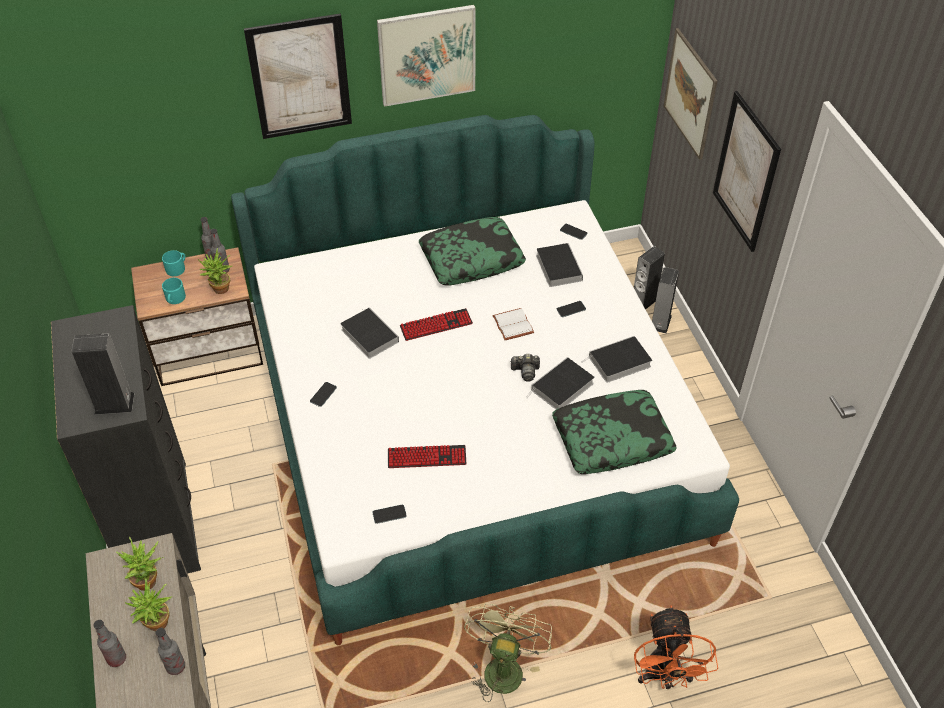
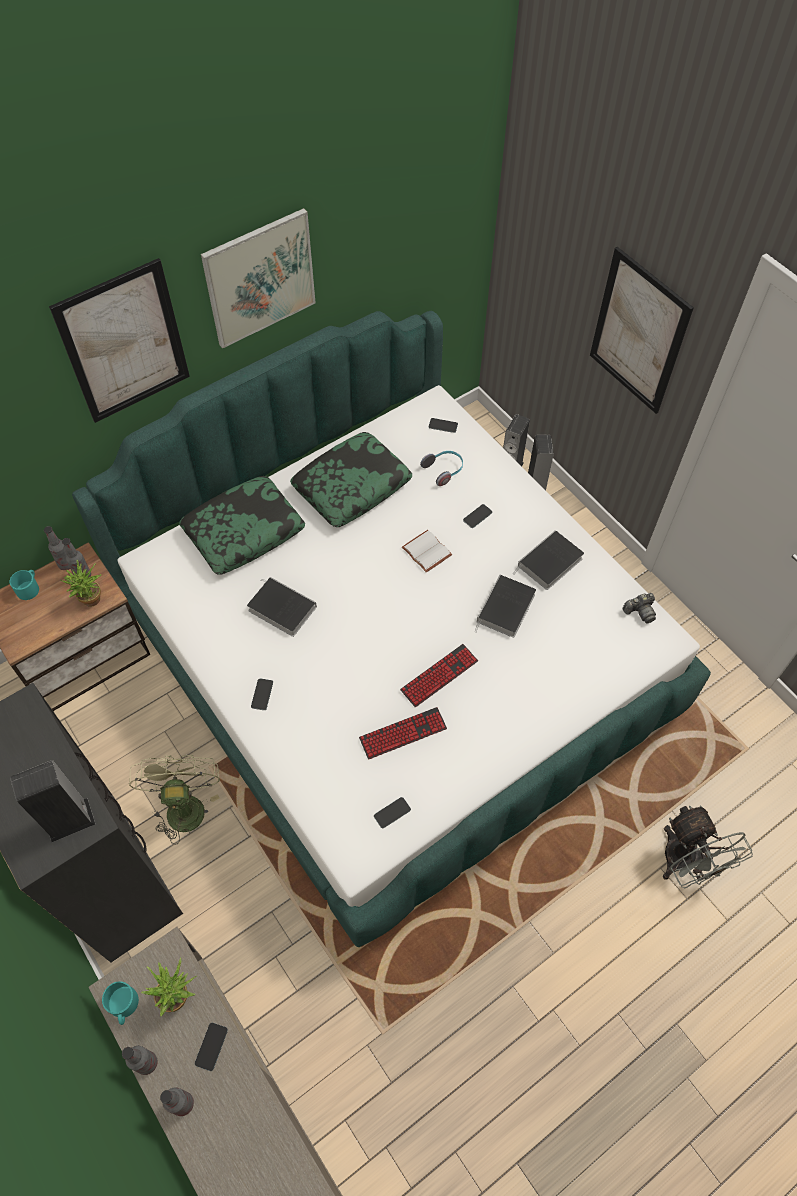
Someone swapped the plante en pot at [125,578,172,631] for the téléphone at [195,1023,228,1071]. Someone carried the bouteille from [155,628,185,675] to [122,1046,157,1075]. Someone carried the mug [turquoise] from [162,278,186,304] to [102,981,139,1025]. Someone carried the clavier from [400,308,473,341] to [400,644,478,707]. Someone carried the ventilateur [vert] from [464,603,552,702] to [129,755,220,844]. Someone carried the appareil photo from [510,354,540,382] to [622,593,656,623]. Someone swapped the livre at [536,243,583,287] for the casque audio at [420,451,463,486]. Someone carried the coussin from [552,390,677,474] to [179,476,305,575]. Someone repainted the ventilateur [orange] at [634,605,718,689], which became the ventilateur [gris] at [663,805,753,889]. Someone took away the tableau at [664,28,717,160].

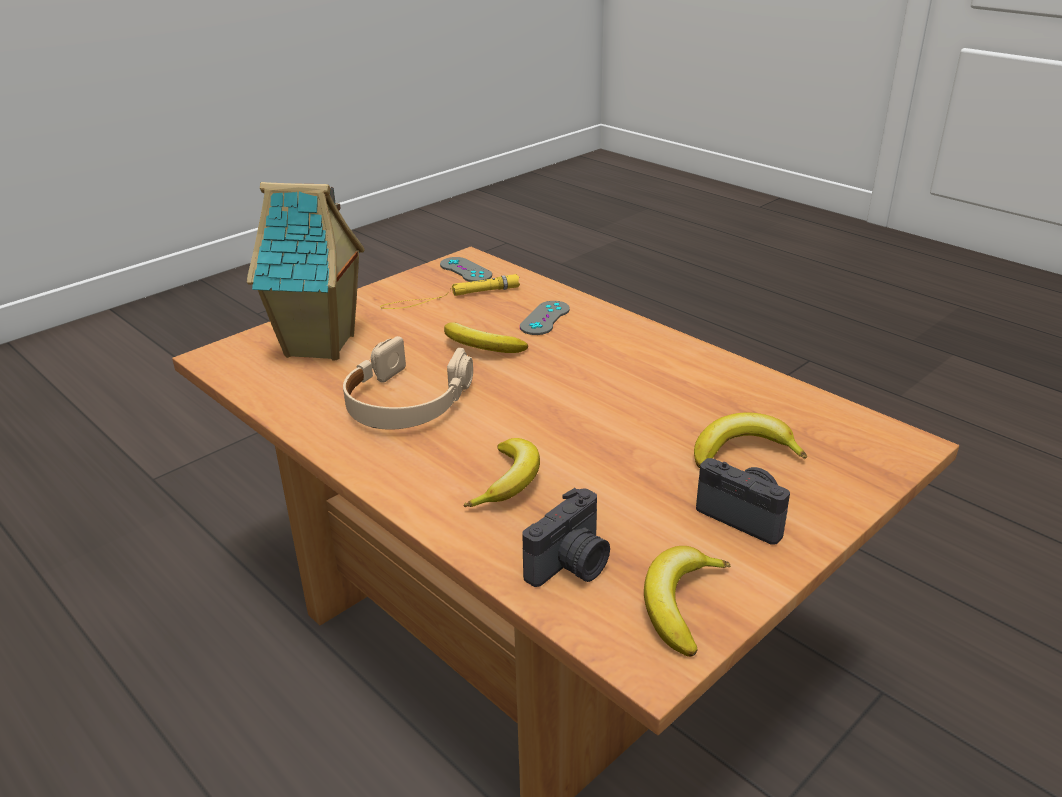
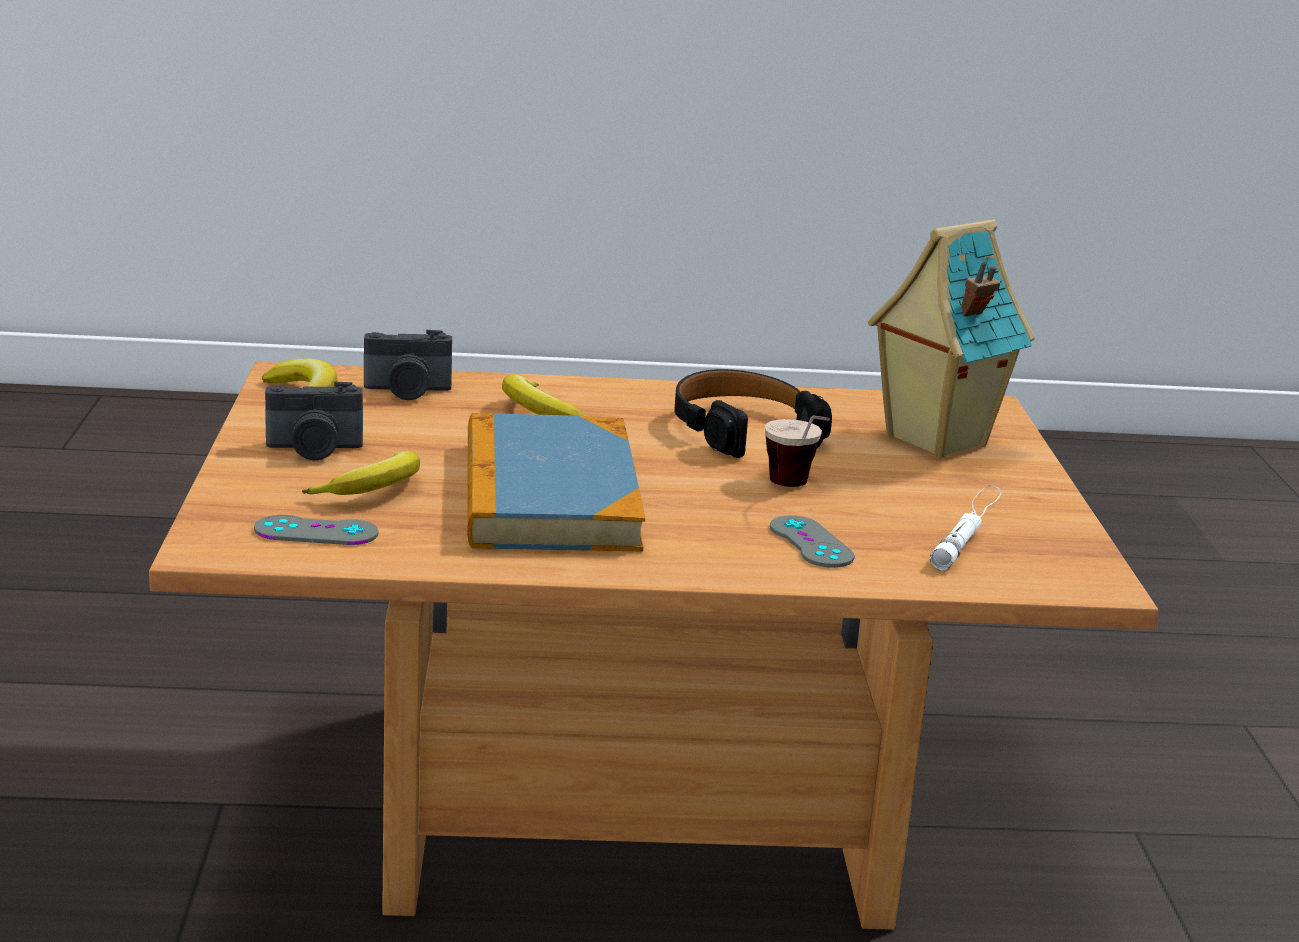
Someone repainted the casque audio [beige] at [343,336,473,430], which became the casque audio [noir] at [674,369,832,458]. Someone repainted the lampe de poche [jaune] at [380,274,520,309], which became the lampe de poche [blanc] at [930,485,1001,570]. Someone carried the manette [gris] from [440,257,492,282] to [254,515,378,545]. Someone swapped the banane at [444,322,528,353] for the tasse at [765,415,830,487]. Someone rotated the appareil photo at [522,488,610,587] by 90 degrees counterclockwise. Someone put down the livre at [467,413,645,551].

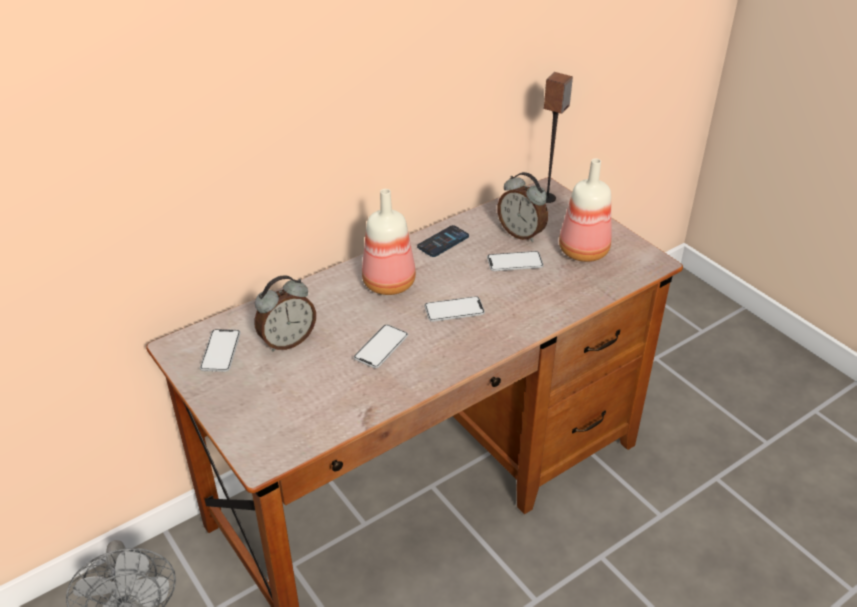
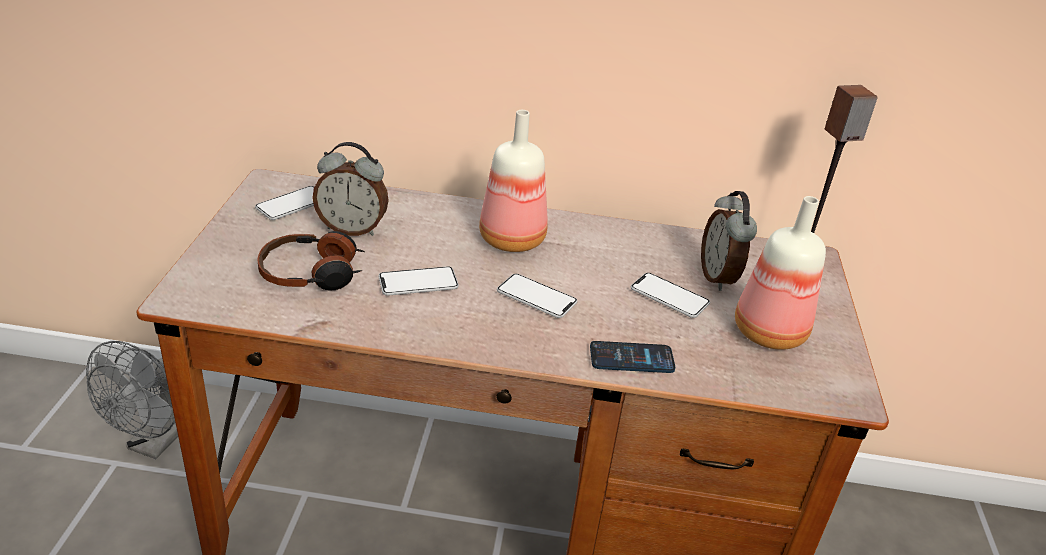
Someone carried the téléphone from [417,225,469,257] to [590,341,675,373]. Someone put down the casque audio at [257,231,365,291].

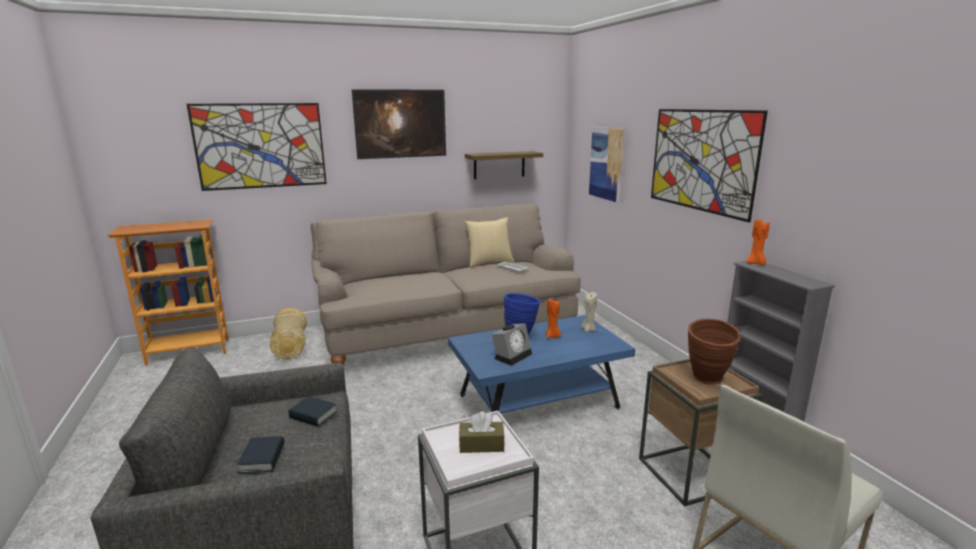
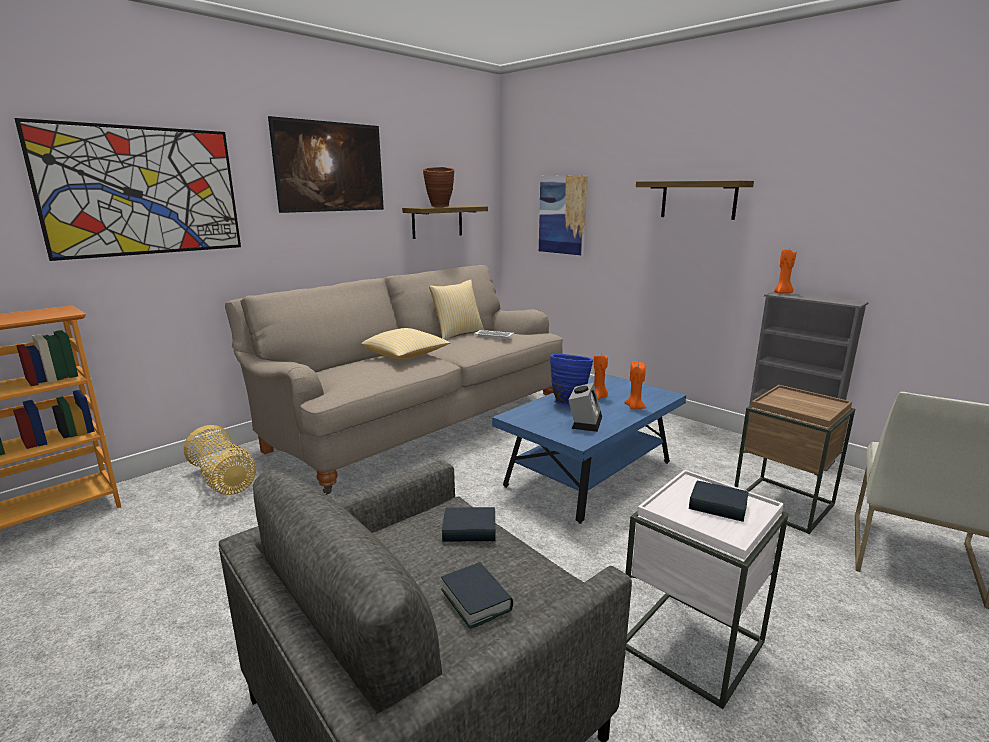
Someone swapped the boîte à mouchoirs [marron] at [459,412,505,453] for the livre at [689,481,748,522]. Someone took away the bougie [beige] at [581,292,597,332]. Someone swapped the tableau at [651,109,768,222] for the étagère at [636,181,754,220]. Someone carried the vase [marron] from [688,319,741,385] to [423,167,454,207]. Someone put down the coussin at [361,328,450,359]. Someone put down the bougie [orange] at [624,361,646,410].

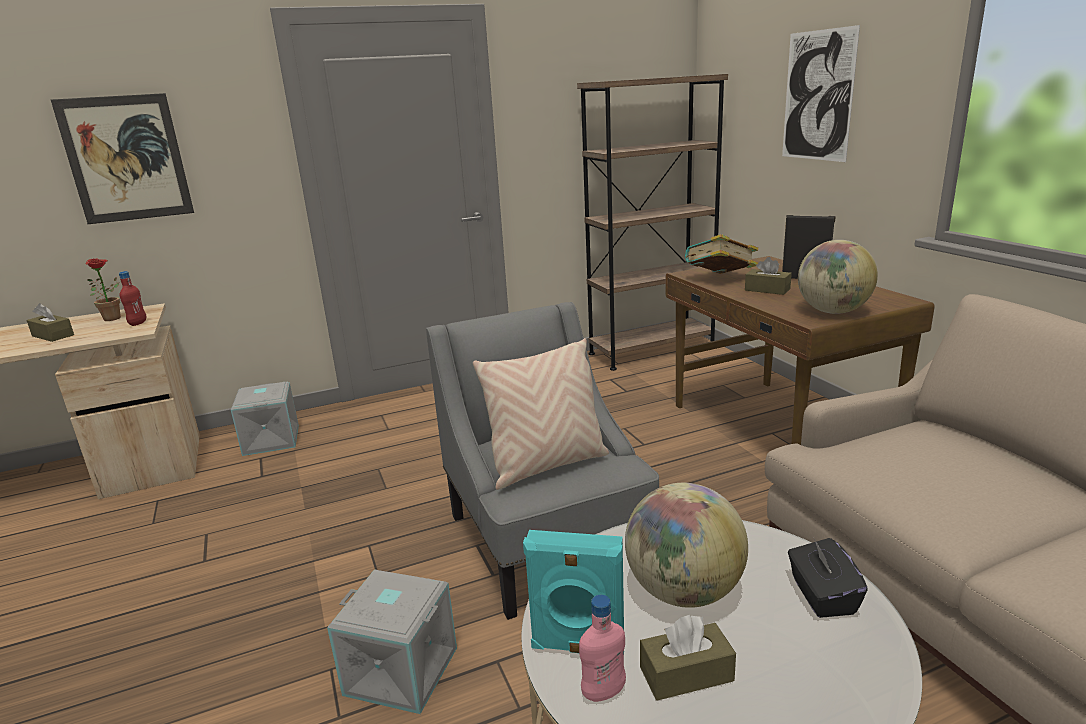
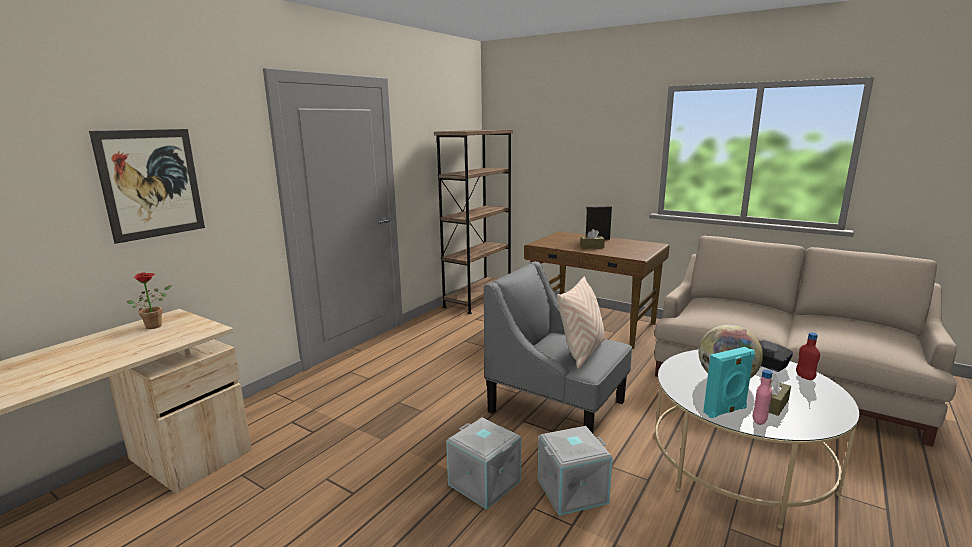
Someone took away the boîte à mouchoirs [marron] at [26,303,74,342]. Someone carried the bouteille [rouge] from [119,271,147,326] to [796,332,820,380]. Someone carried the boîte de rangement [gris] from [231,382,299,456] to [446,418,521,510]. Someone took away the livre at [685,234,758,274]. Someone took away the tableau at [782,25,860,162]. Someone took away the globe at [798,240,878,314].

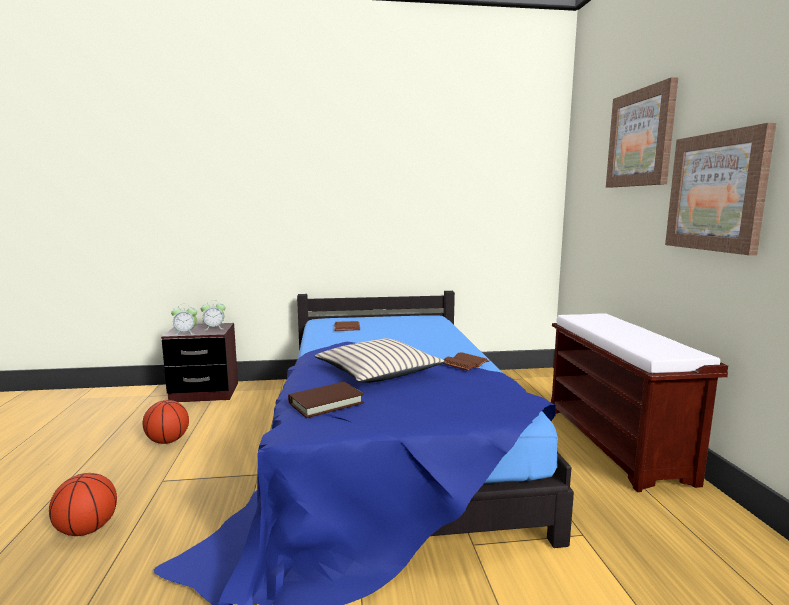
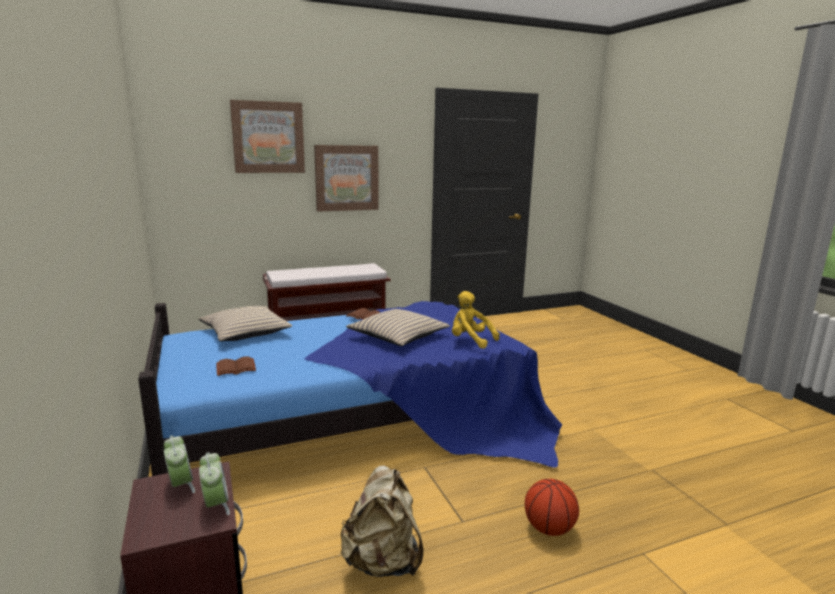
Someone swapped the ballon de basket at [143,400,189,444] for the sac à dos [beige] at [340,465,424,577]. Someone swapped the livre [marron] at [288,382,364,418] for the peluche [jaune] at [452,291,500,349]. Someone put down the coussin [beige] at [199,306,292,341].

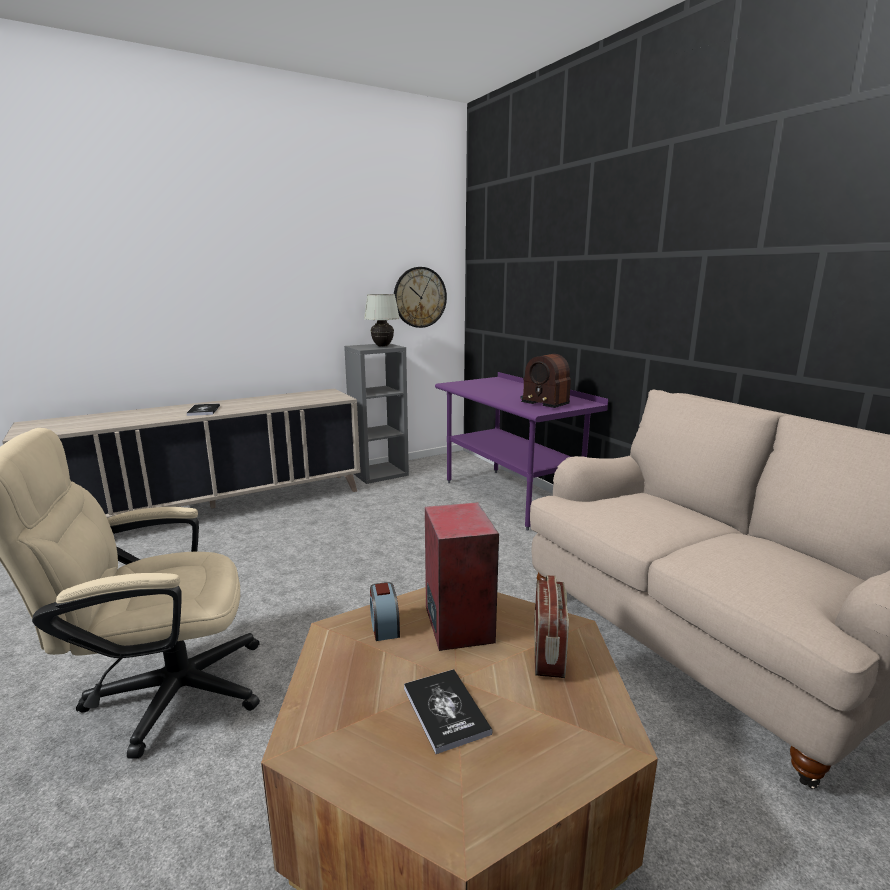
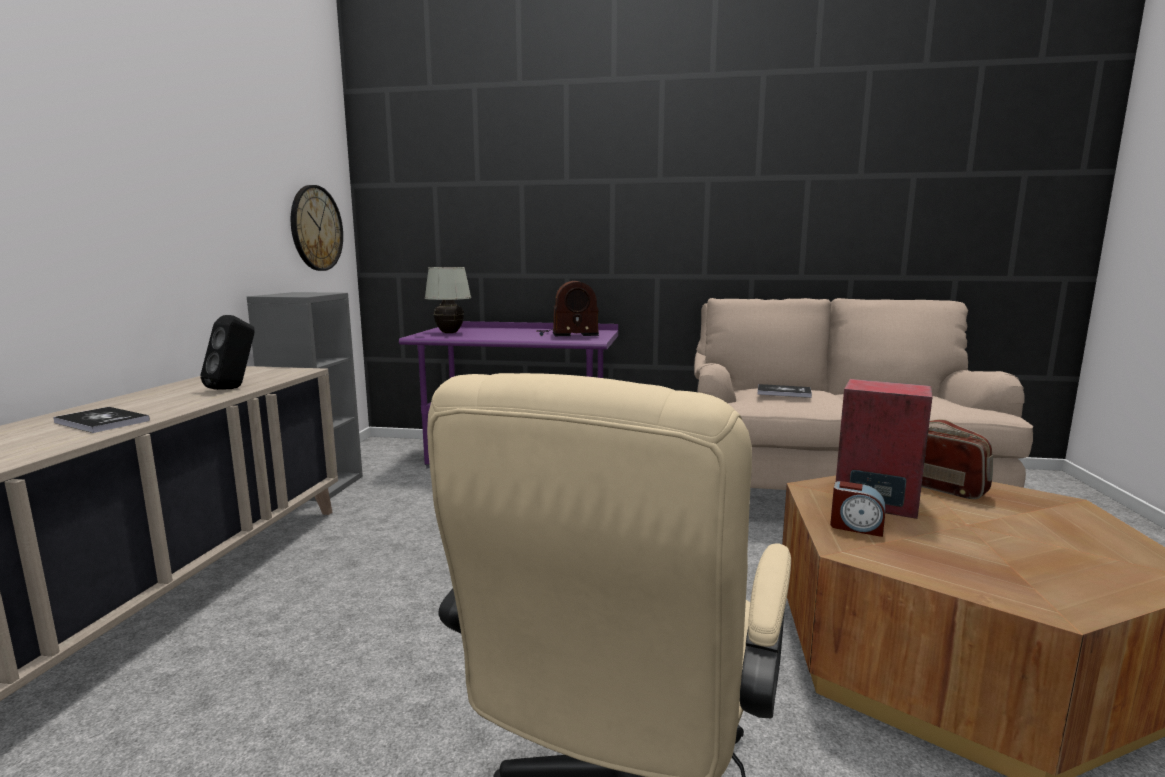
Someone carried the lampe de table [blanc] from [364,294,400,347] to [425,267,471,333]. Someone carried the livre from [404,669,493,754] to [757,384,812,398]. Someone put down the enceinte [noir] at [200,315,255,390].

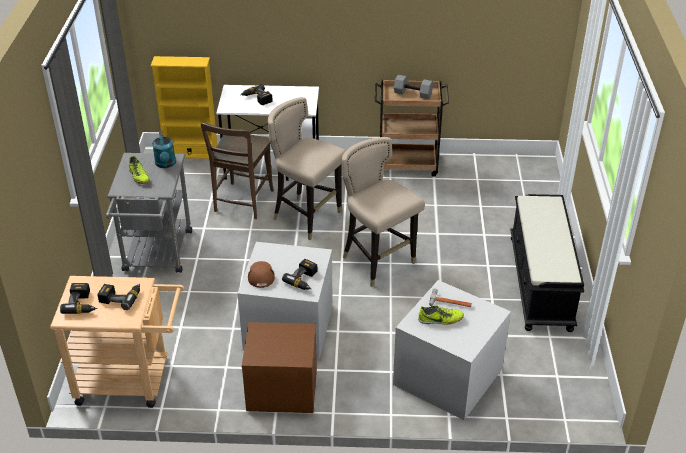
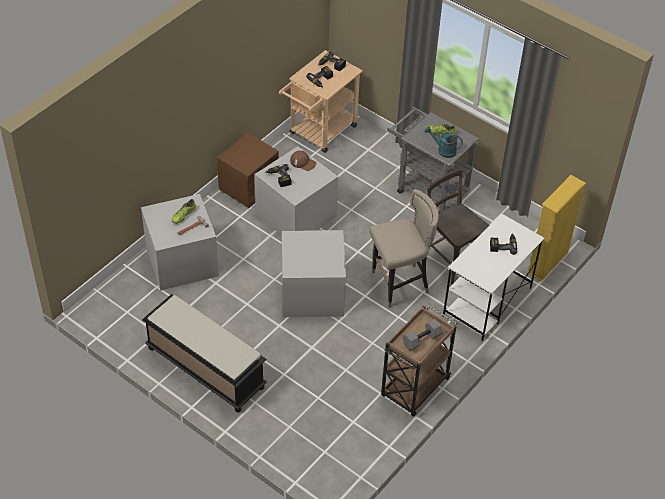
Someone swapped the tabouret [beige] at [342,137,425,287] for the boîte de rangement [gris] at [282,230,346,317].

